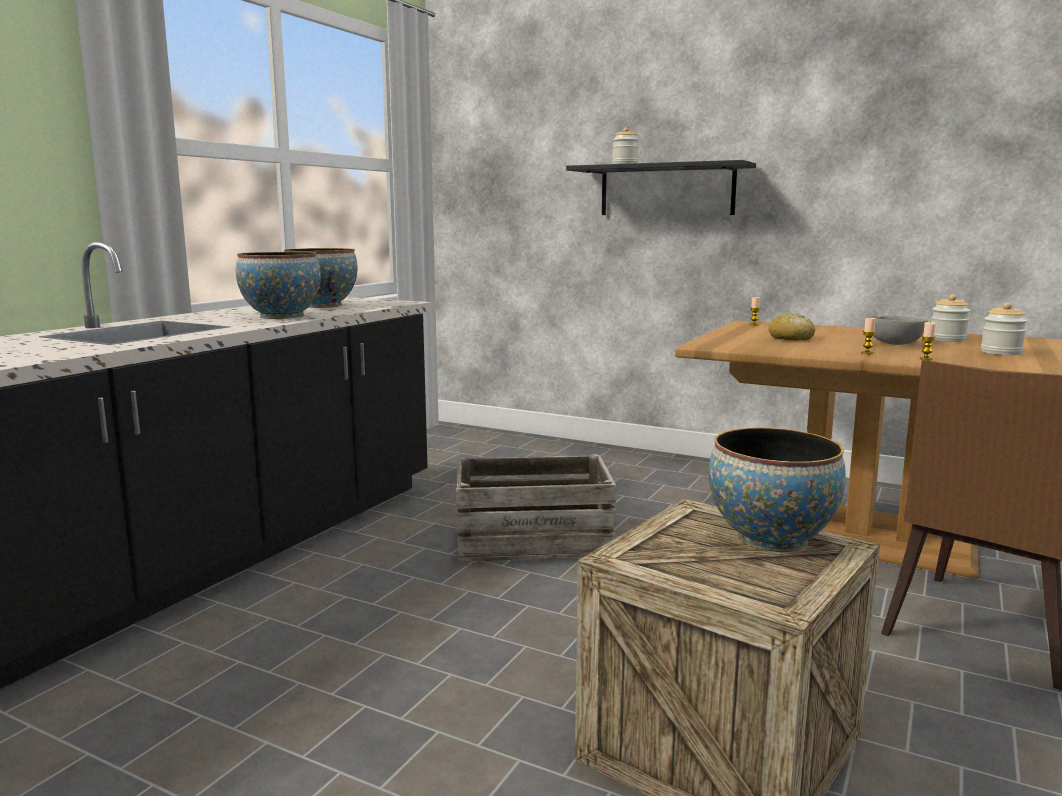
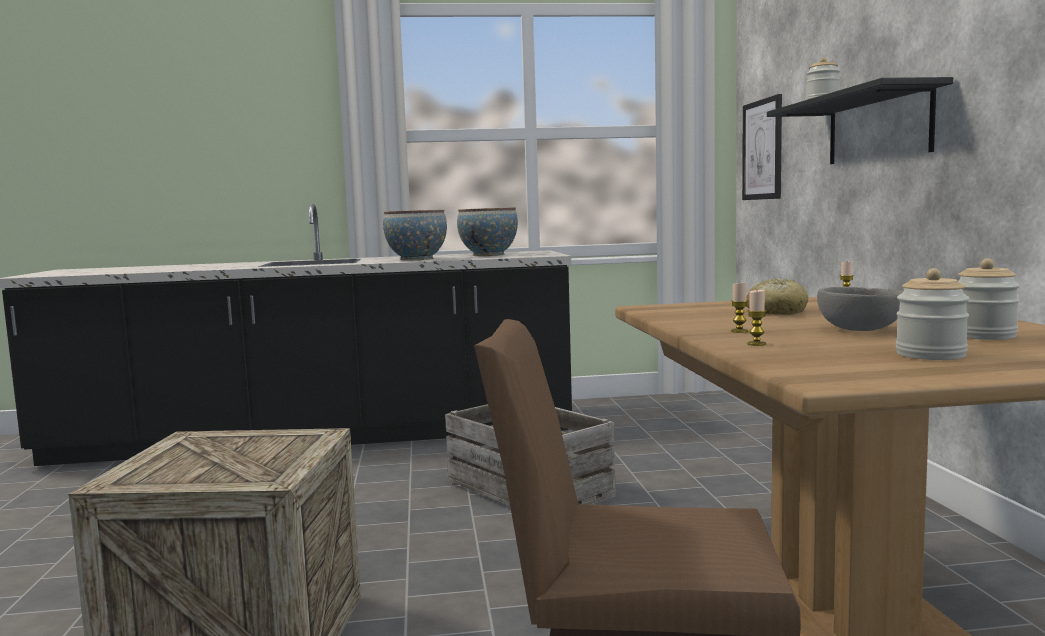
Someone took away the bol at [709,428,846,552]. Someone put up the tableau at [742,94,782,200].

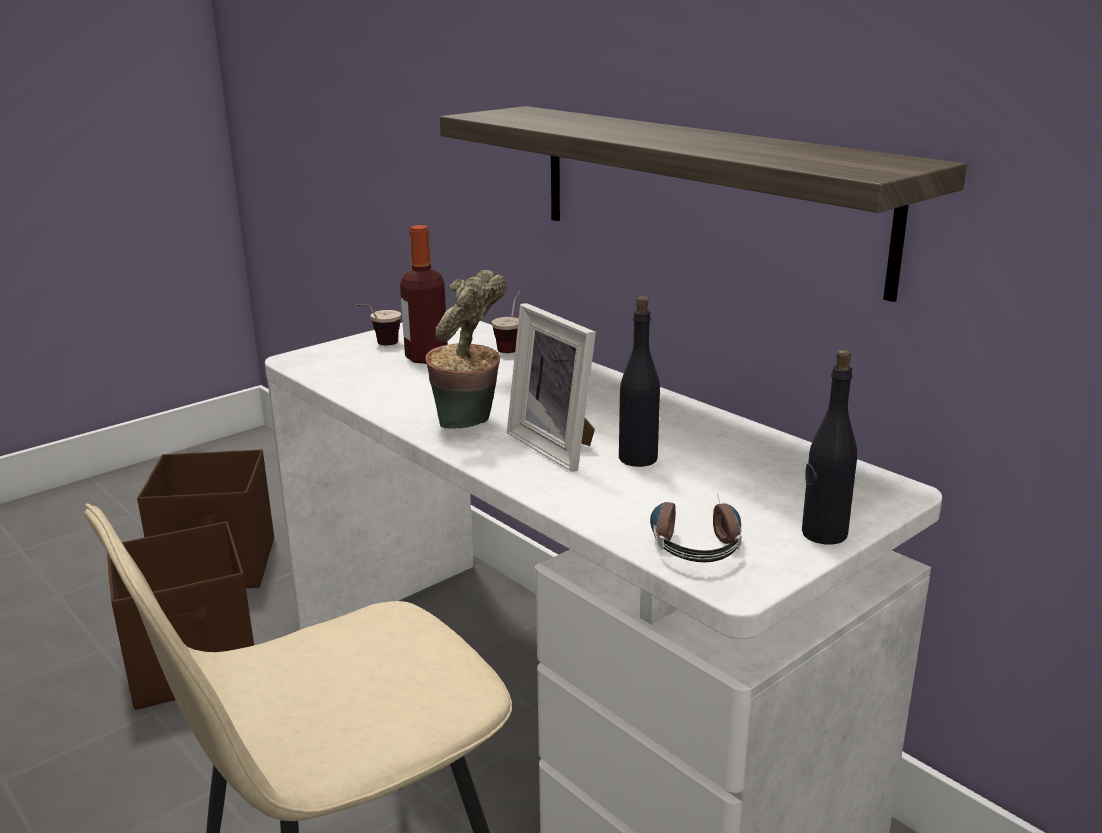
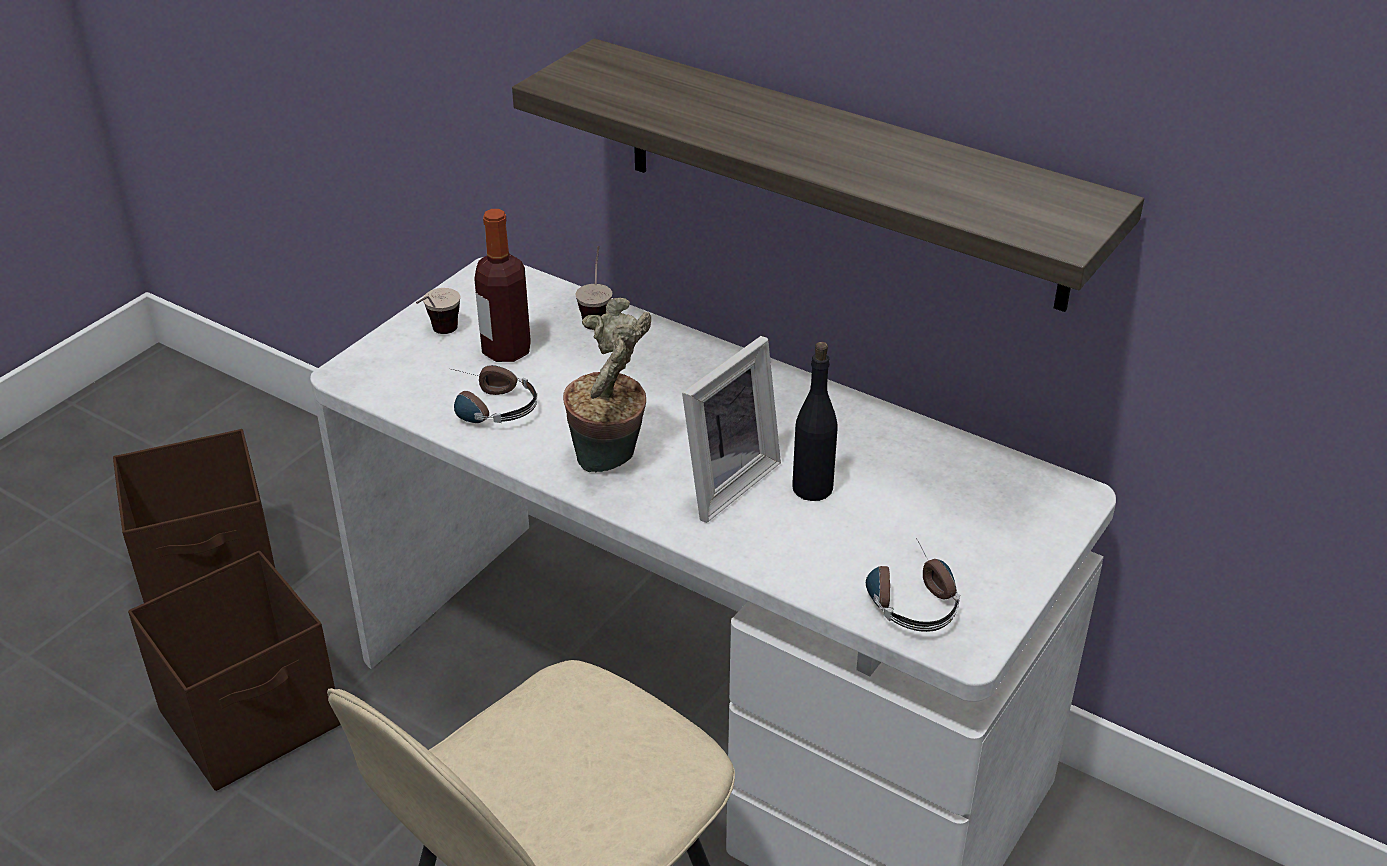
Someone rotated the cadre photo at [507,303,596,472] by 90 degrees counterclockwise. Someone took away the bouteille [noir] at [802,350,857,545]. Someone put down the casque audio at [452,365,537,423].

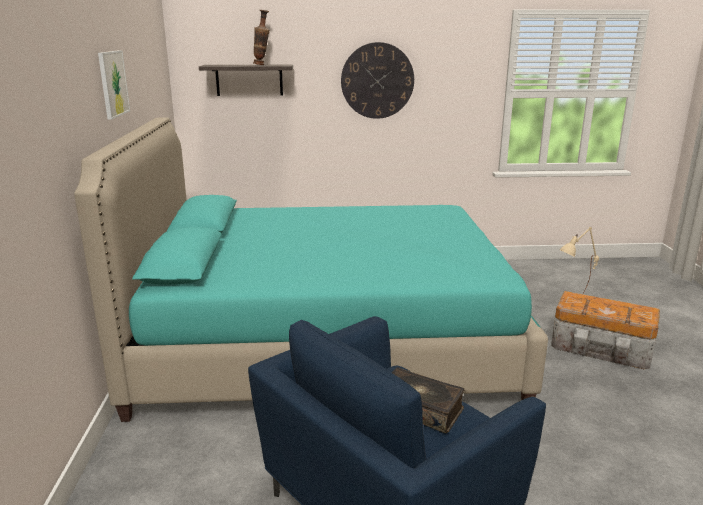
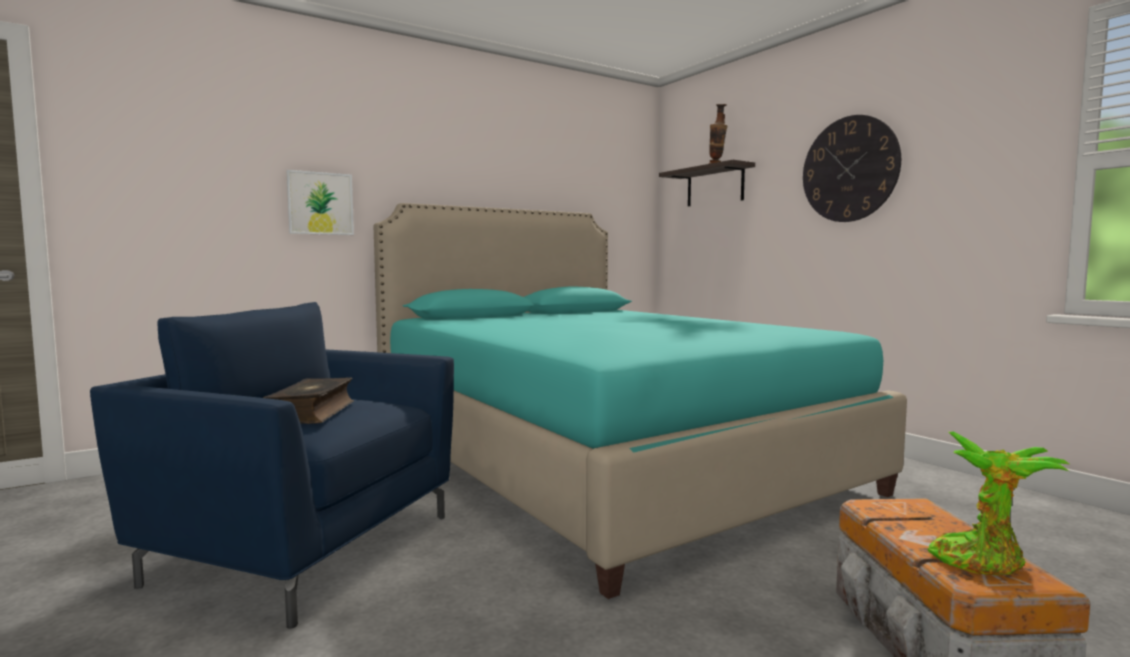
Someone carried the tableau from [98,50,130,120] to [286,170,354,235]. Someone took away the lampe de table [beige] at [560,227,599,294]. Someone put down the plante en pot at [927,432,1069,575].

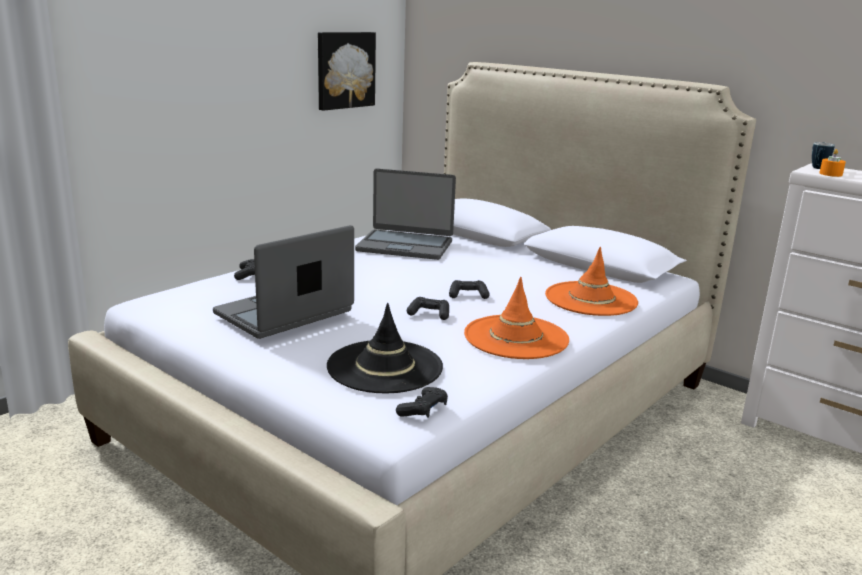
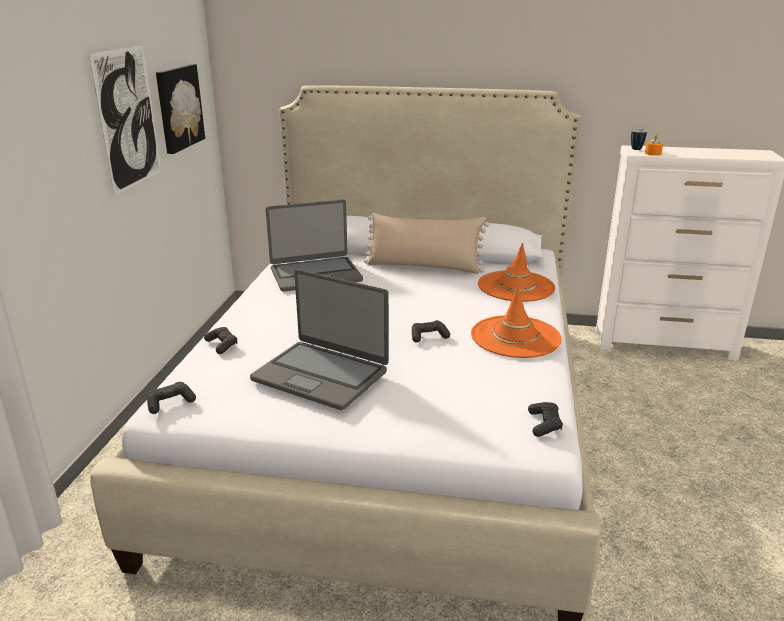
Someone rotated the ordinateur portable at [213,225,354,339] by 75 degrees counterclockwise. Someone took away the chapeau [noir] at [327,303,443,393]. Someone carried the manette [noir] from [449,280,490,299] to [147,382,196,414]. Someone put up the tableau at [89,46,161,196]. Someone put down the coussin [beige] at [364,213,489,274].

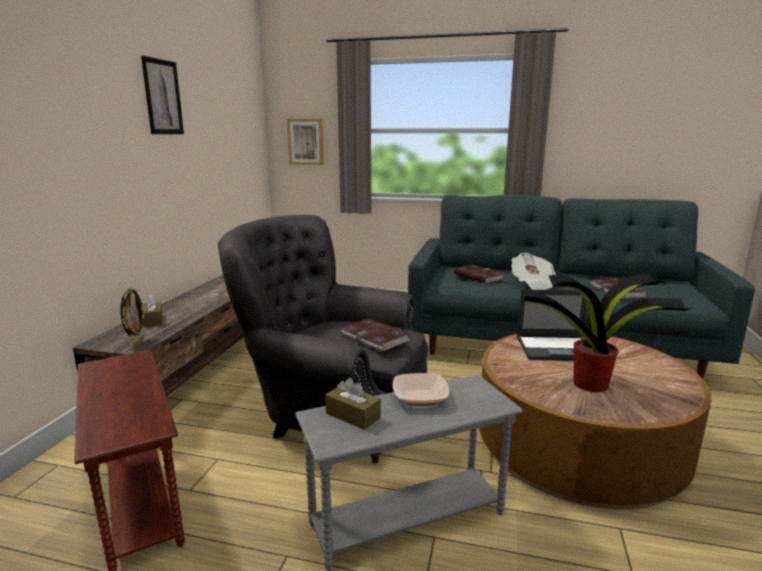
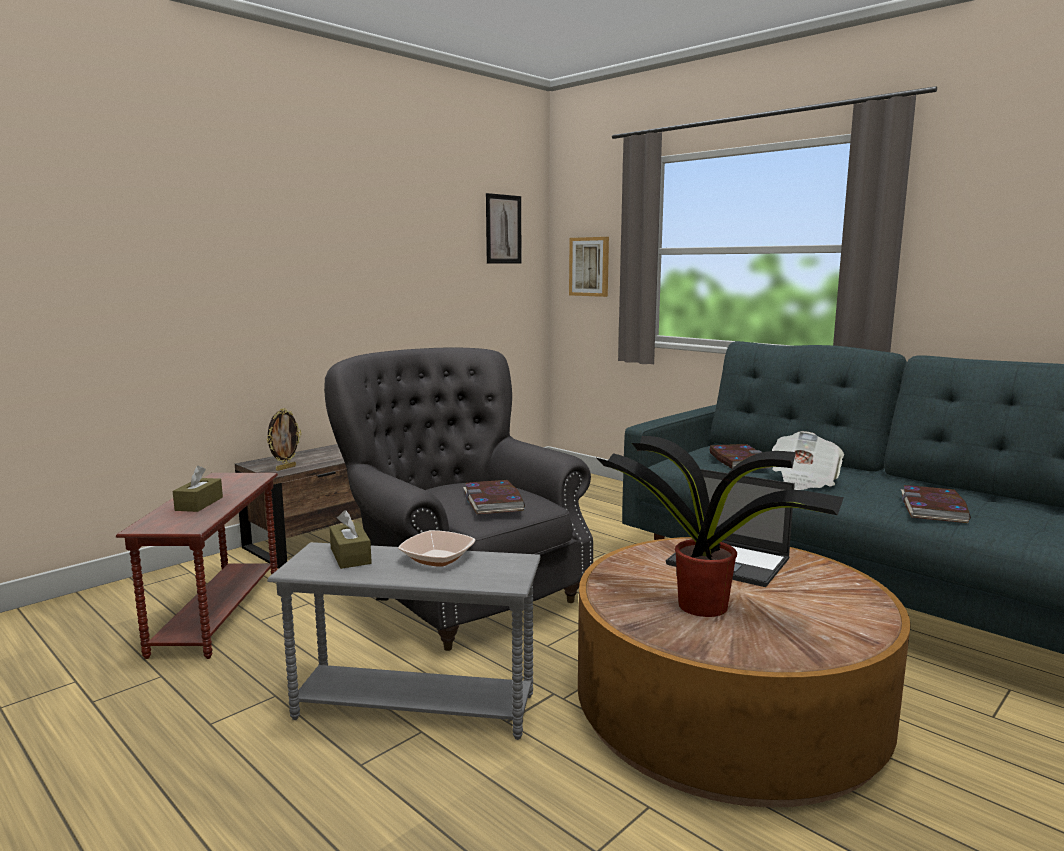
Someone carried the tableau from [141,56,184,134] to [486,193,521,264]. Someone carried the boîte à mouchoirs [marron] from [143,294,162,327] to [173,466,223,512].

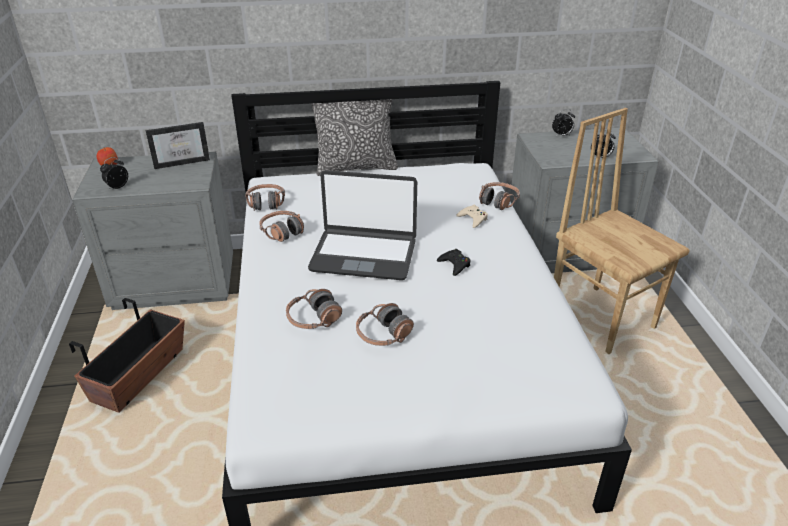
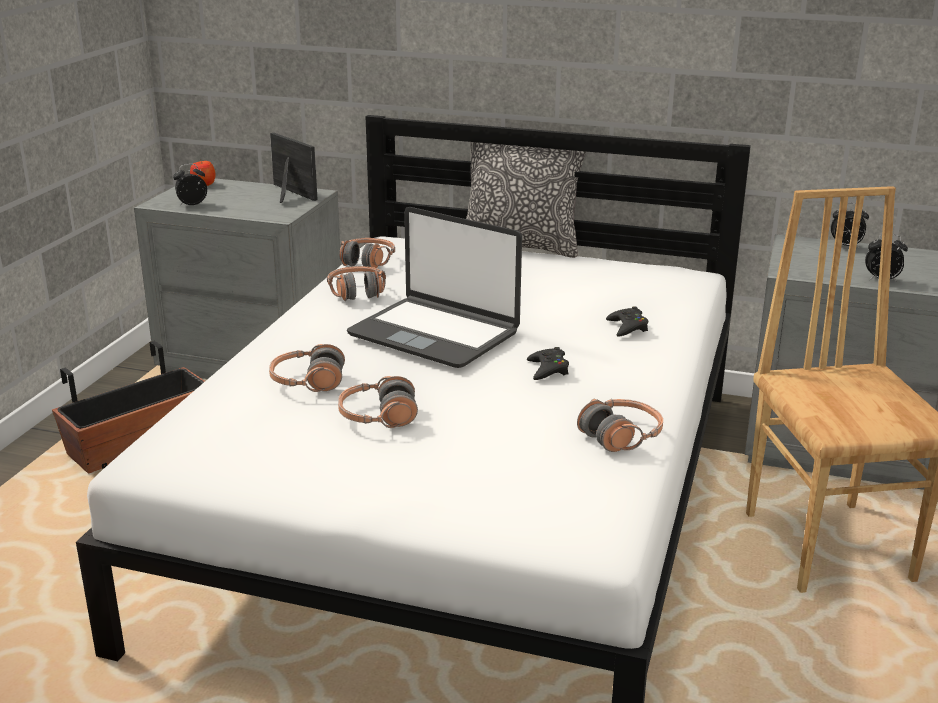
Someone rotated the cadre photo at [146,122,210,169] by 135 degrees counterclockwise. Someone repainted the manette [beige] at [457,205,488,228], which became the manette [noir] at [606,306,648,336]. Someone carried the casque audio from [479,182,520,210] to [577,399,663,452].

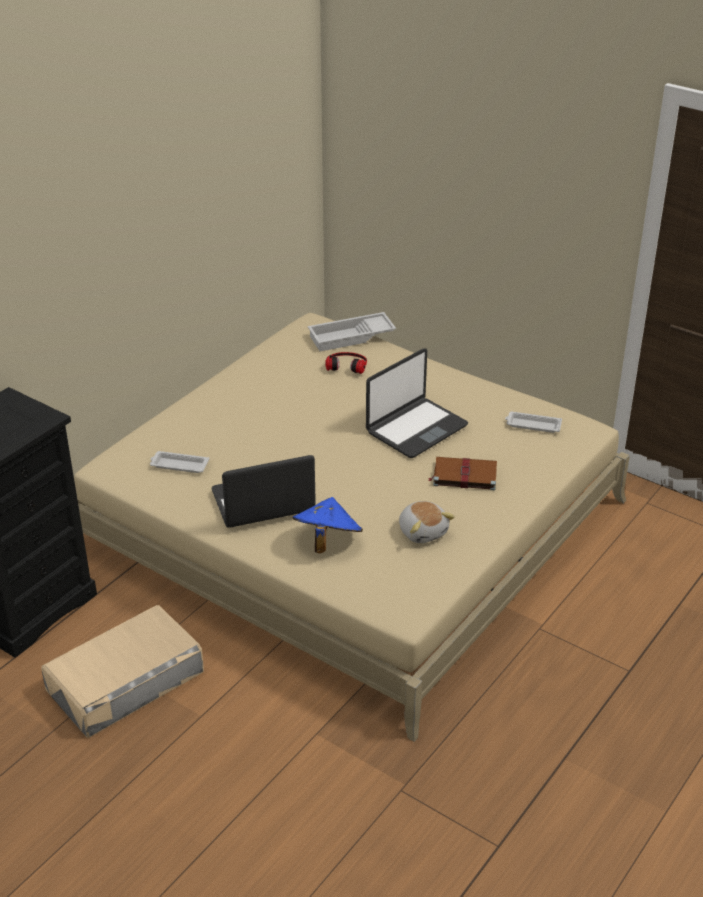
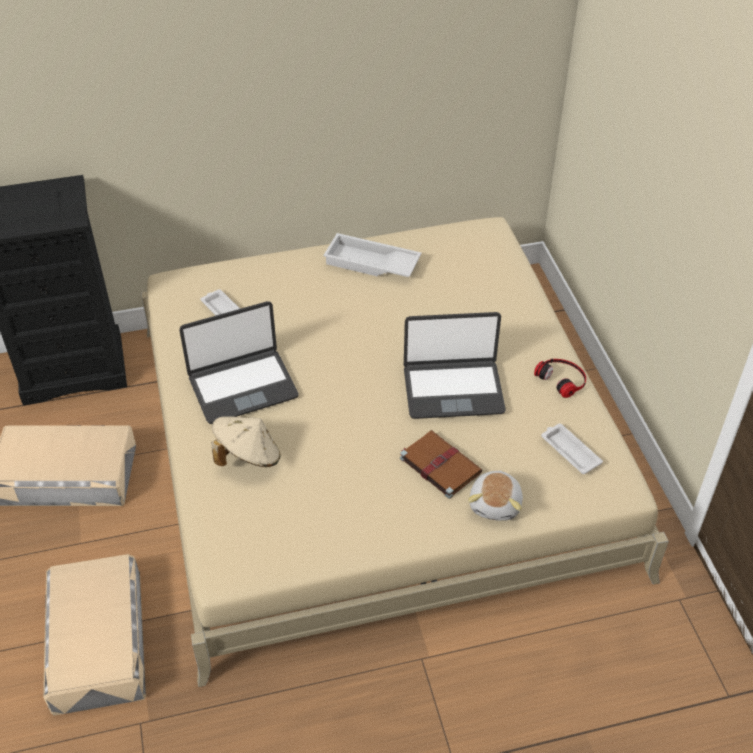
Someone rotated the ordinateur portable at [211,455,316,528] by 135 degrees clockwise. Someone repainted the chapeau [bleu] at [293,497,363,553], which became the chapeau [beige] at [211,416,281,467]. Someone carried the plateau [blanc] from [308,312,396,351] to [323,233,422,277]. Someone carried the casque audio from [325,352,367,374] to [534,359,586,398]. Someone carried the peluche from [399,501,455,543] to [468,470,523,521]. Someone put down the boîte de rangement [beige] at [43,554,146,716].

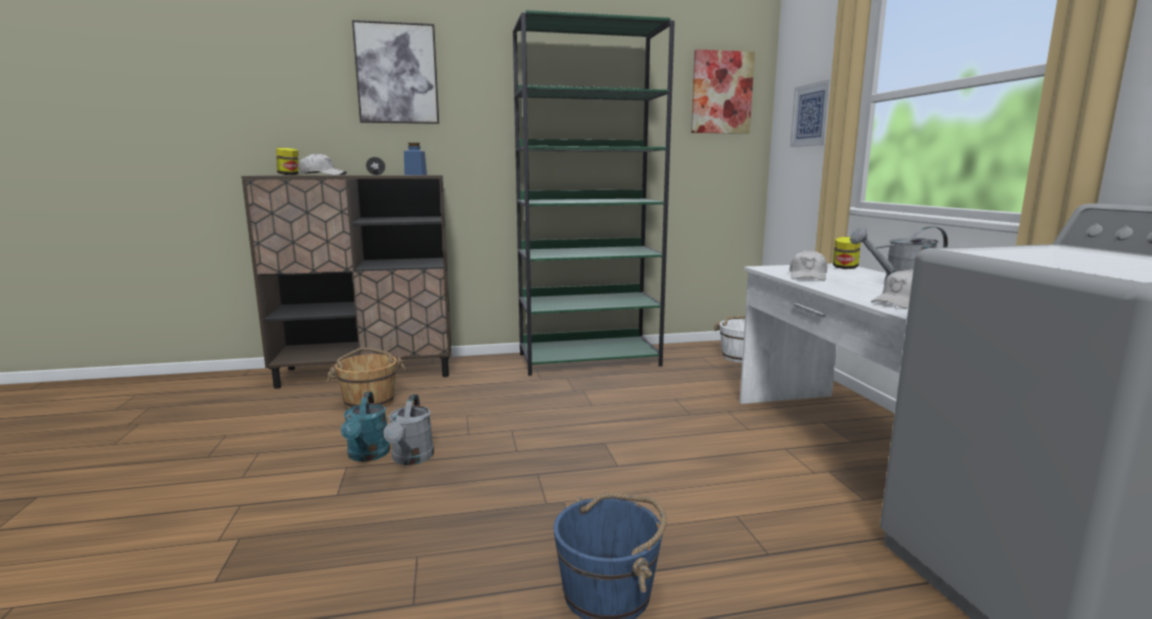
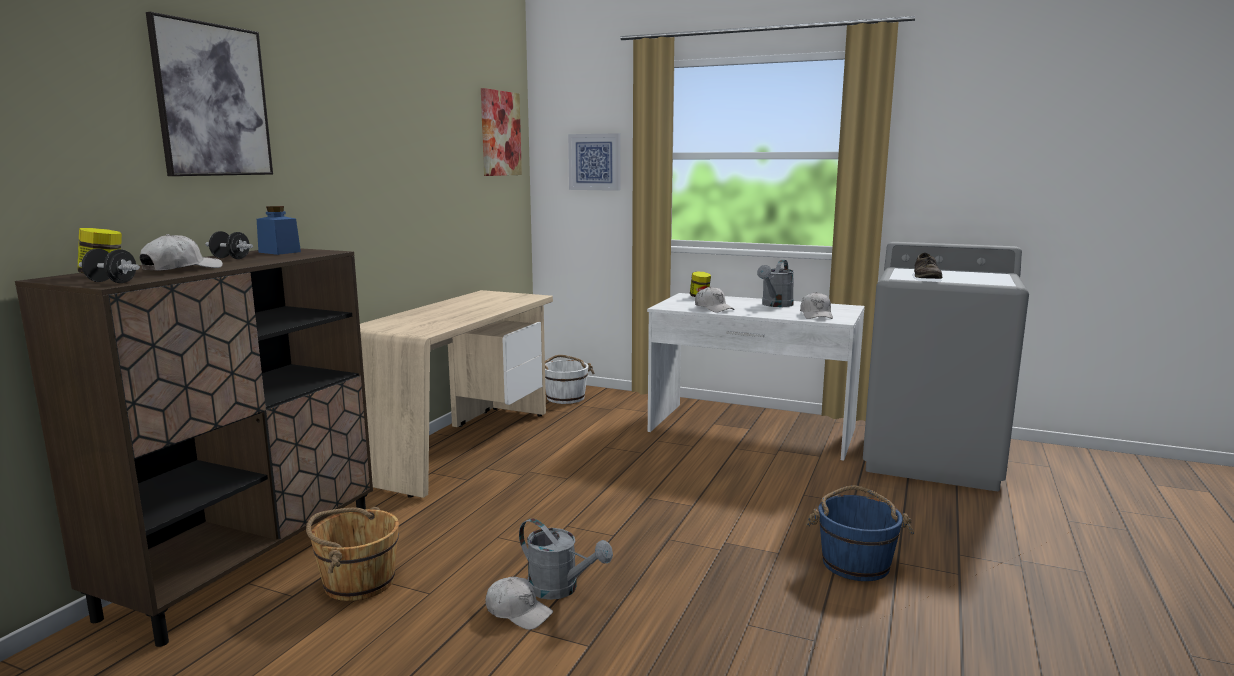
Someone swapped the arrosoir [turquoise] at [341,392,390,462] for the casquette [blanc] at [485,577,553,630]. Someone swapped the bibliothèque [vert] at [513,10,675,376] for the bureau [beige] at [360,290,553,498]. Someone put down the haltère [noir] at [79,248,140,283]. Someone put down the chaussure [marron] at [914,253,943,279].

